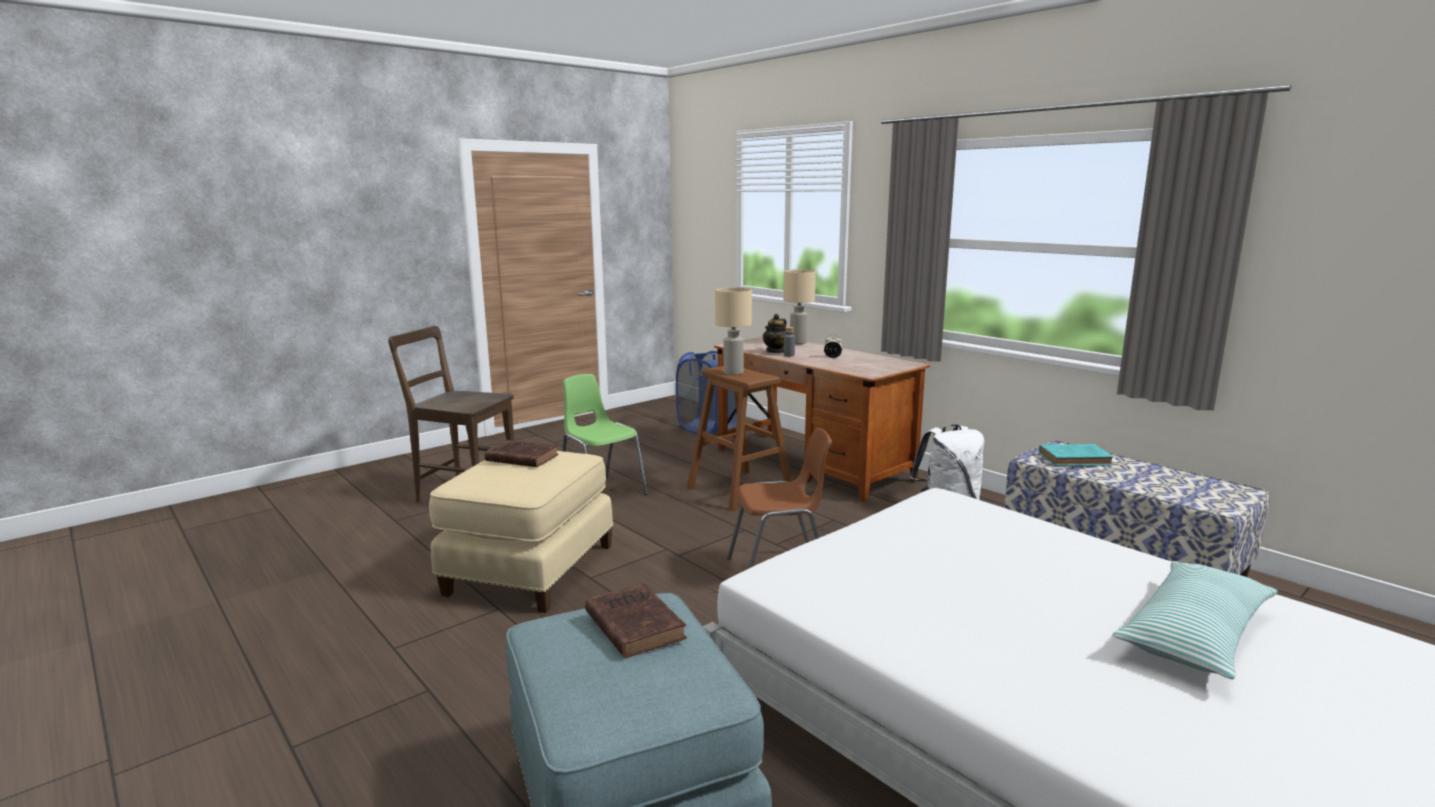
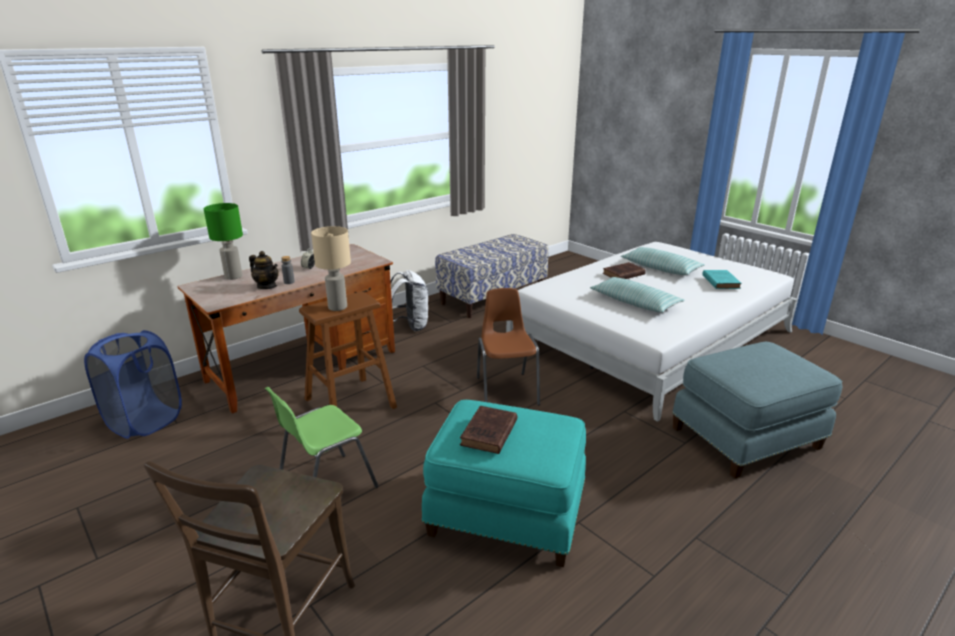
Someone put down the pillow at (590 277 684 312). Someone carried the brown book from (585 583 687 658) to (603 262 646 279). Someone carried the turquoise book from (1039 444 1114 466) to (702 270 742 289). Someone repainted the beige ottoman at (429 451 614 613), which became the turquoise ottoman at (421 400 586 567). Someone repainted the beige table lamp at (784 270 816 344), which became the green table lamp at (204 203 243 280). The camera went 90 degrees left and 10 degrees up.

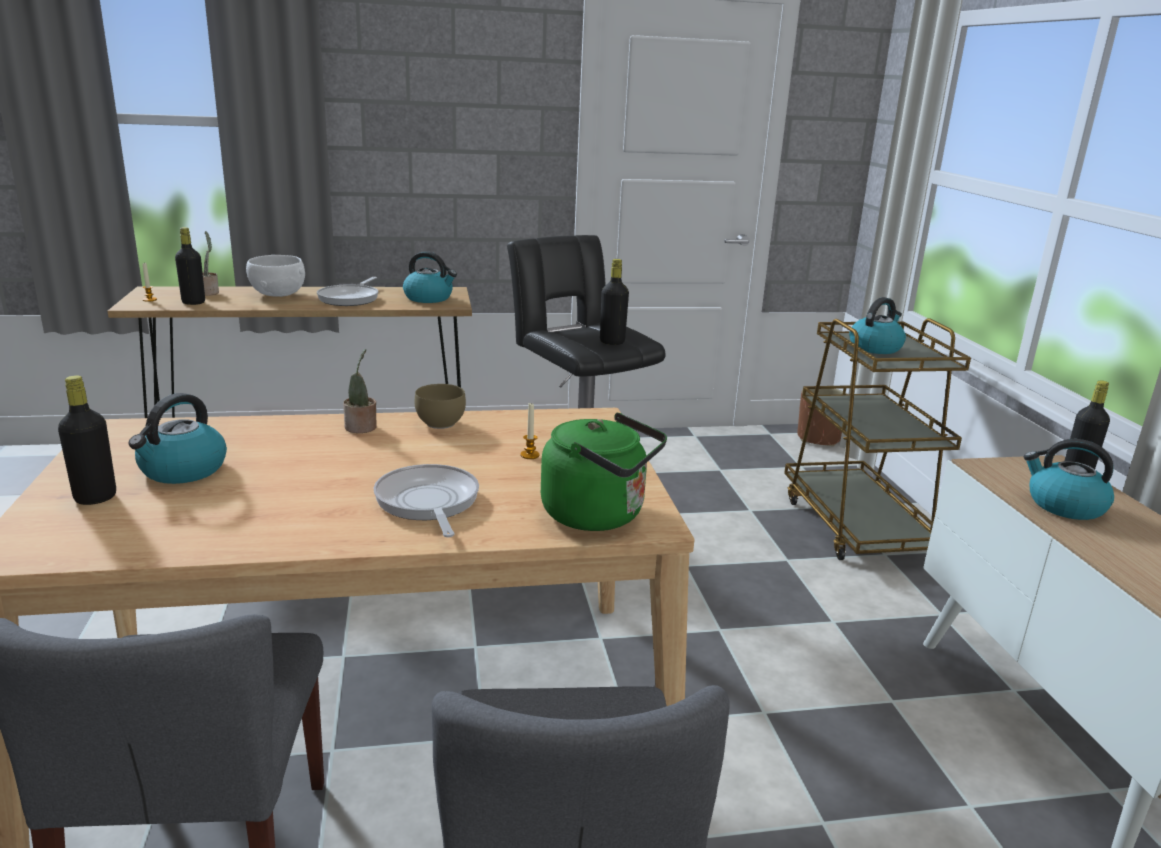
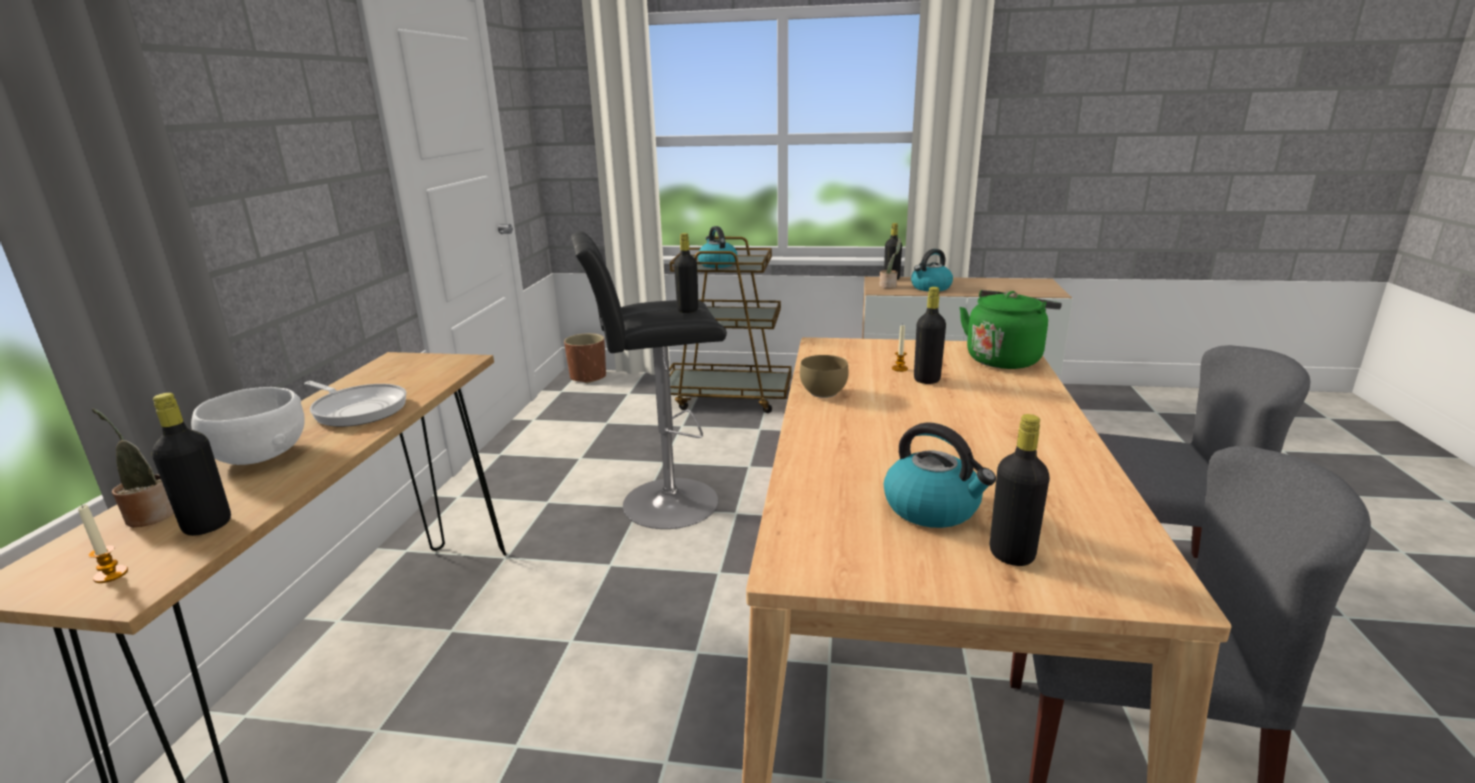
Someone took away the frying pan at (374 464 479 537). Someone took away the kettle at (403 251 457 303). Someone put down the black bottle at (914 287 946 384). Someone carried the potted plant from (343 349 377 433) to (879 238 901 289). The camera went 70 degrees left and 0 degrees up.

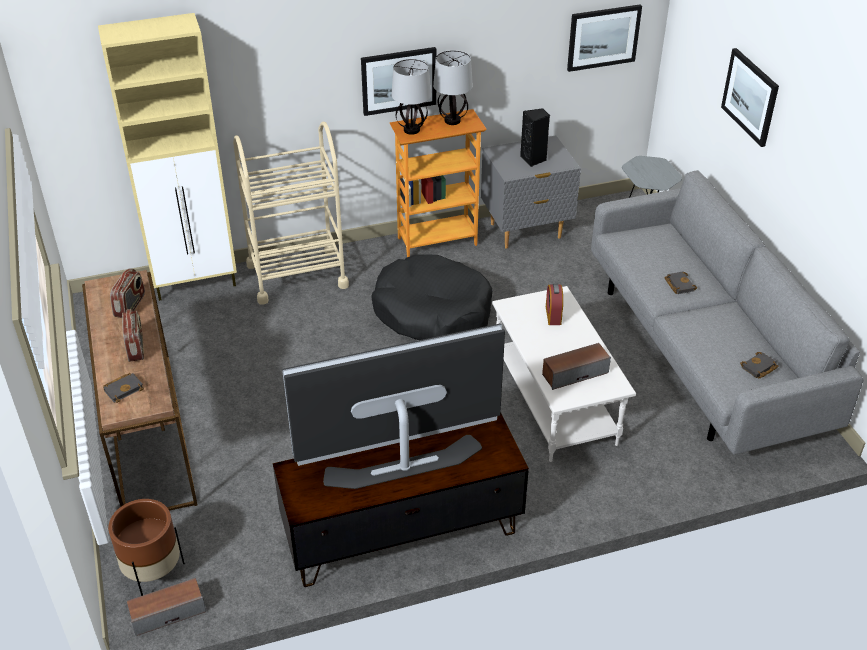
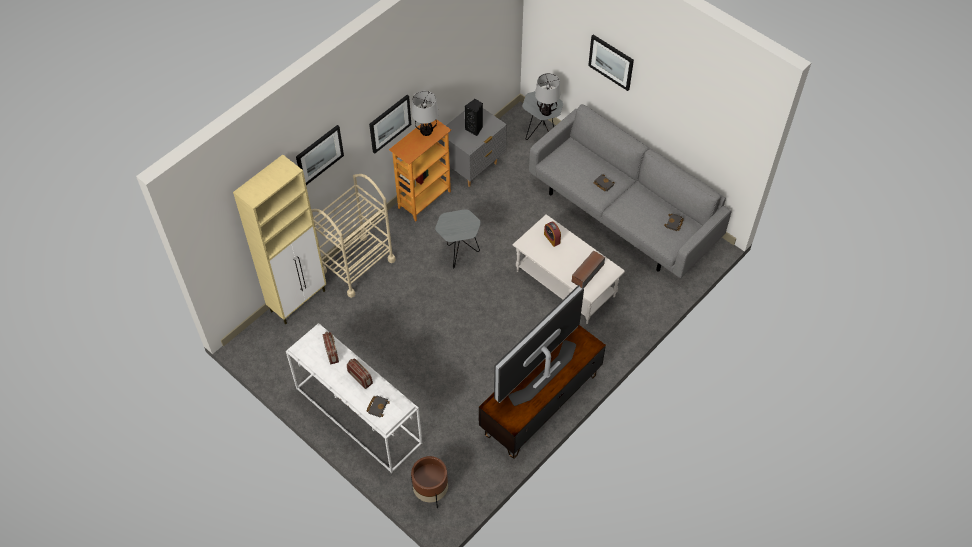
Someone took away the speaker at (127 578 206 636). Someone carried the table lamp from (391 59 431 135) to (535 73 560 116). Someone carried the picture from (567 4 642 72) to (296 125 344 185). Someone swapped the black dog bed at (371 254 493 340) for the grey side table at (435 209 481 269). Someone repainted the brown console table at (82 270 198 511), which became the white console table at (286 323 422 473). The camera went 30 degrees left and 15 degrees up.

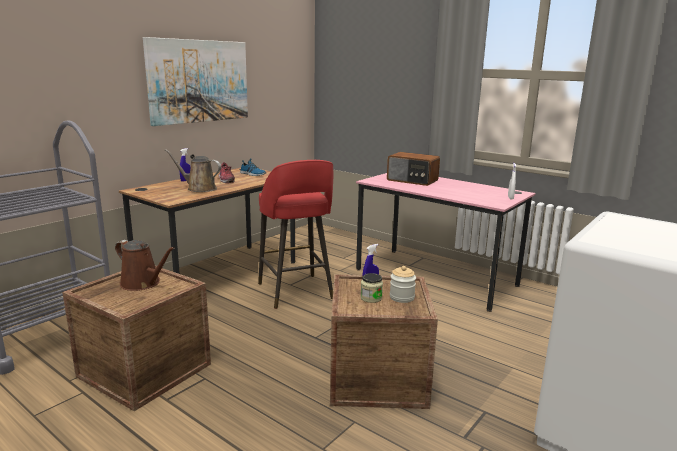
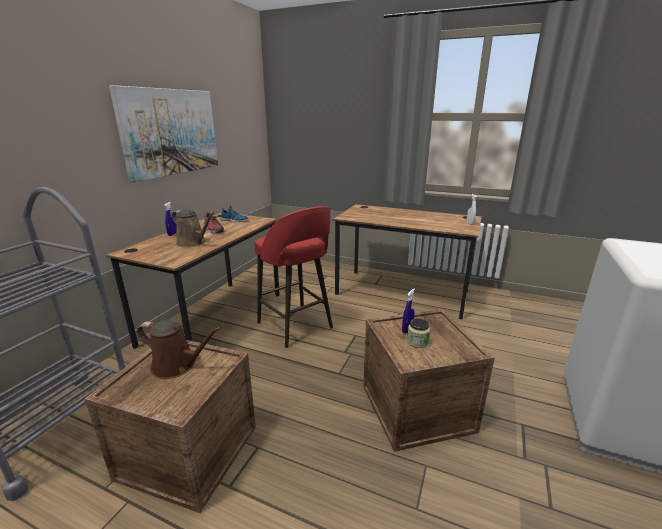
Someone took away the radio at (387 152 440 186). Someone took away the jar at (390 266 416 303). Someone repainted the pink desk at (356 173 535 312), which became the brown desk at (333 204 482 319). Someone rotated the brown watering can at (165 149 221 192) by 150 degrees counterclockwise. The camera went 15 degrees left and 5 degrees up.

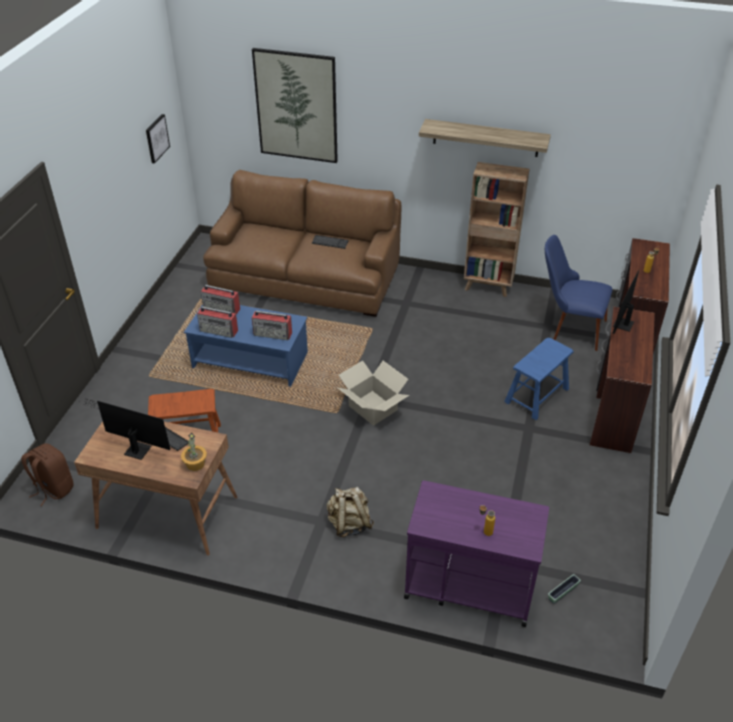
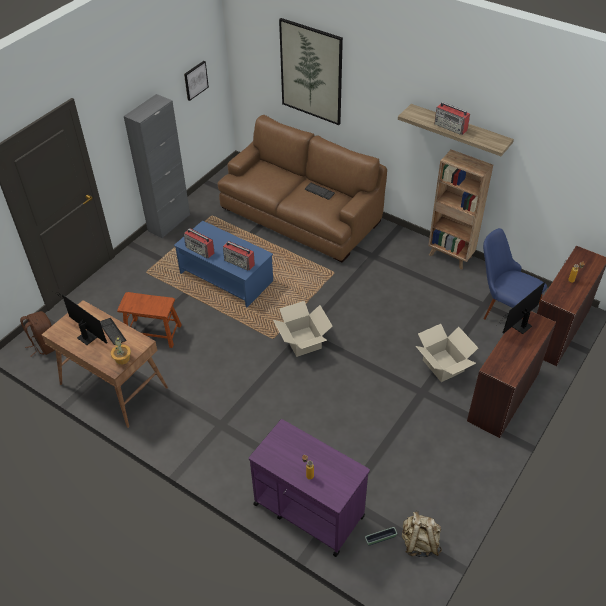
Someone put down the grey cabinet at (124 94 190 238). Someone carried the radio from (201 285 240 315) to (434 102 470 135). Someone carried the beige backpack from (327 487 374 537) to (402 511 442 557). Someone swapped the blue stool at (504 338 574 420) for the cardboard box at (416 324 478 382). The camera went 20 degrees right and 5 degrees up.

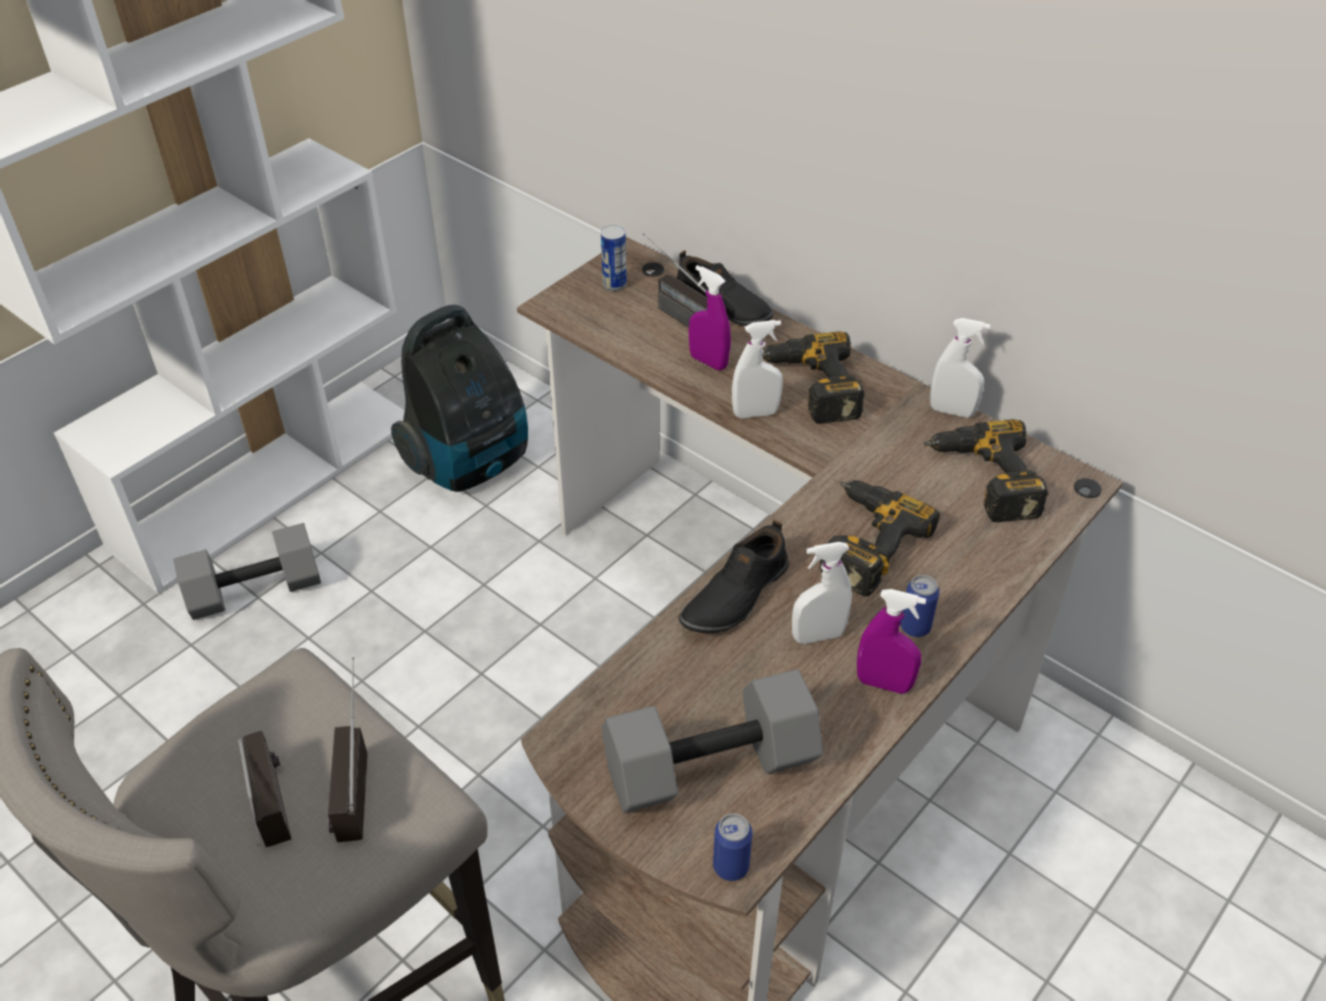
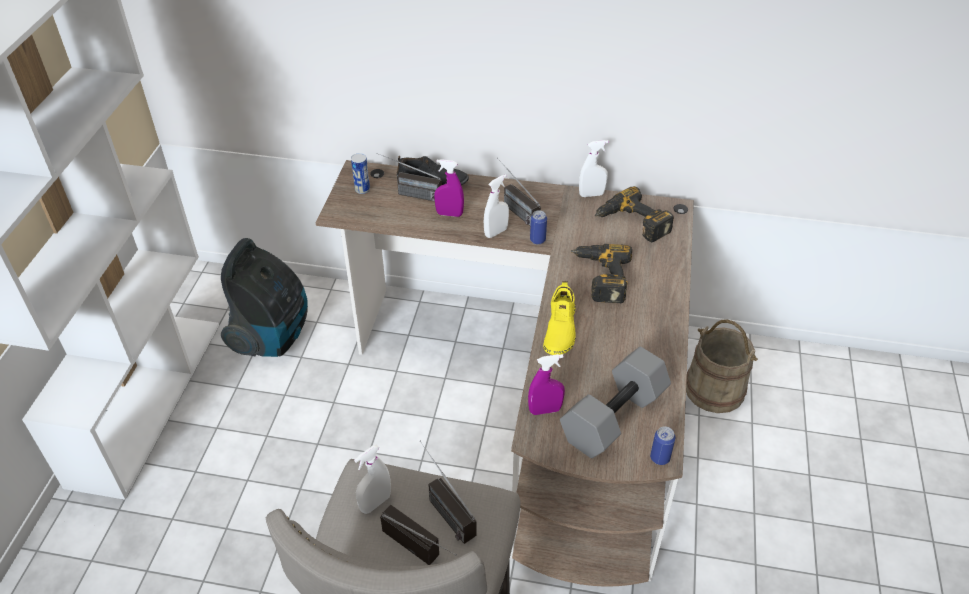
Someone took away the grey dumbbell at (173 523 321 620). Someone put down the beige bucket at (686 320 758 413). Someone carried the white spray bottle from (792 542 852 644) to (354 444 391 514). Someone carried the purple spray bottle from (857 589 926 694) to (528 354 565 415). Someone carried the can from (900 575 940 637) to (530 210 547 244). Someone swapped the power drill at (762 331 865 423) for the radio at (497 158 541 226). Someone repainted the black shoe at (679 520 789 633), which became the yellow shoe at (543 281 575 355). The camera went 30 degrees left and 0 degrees up.

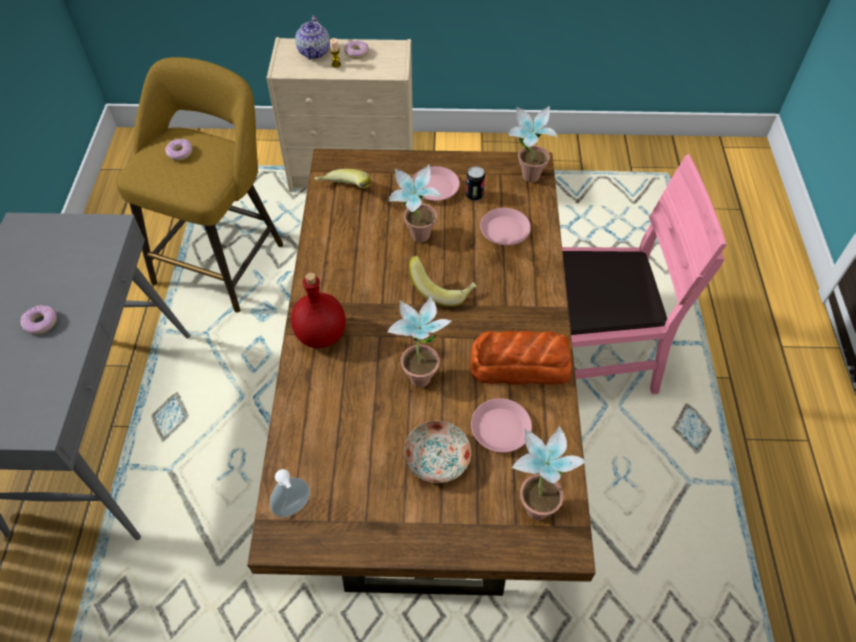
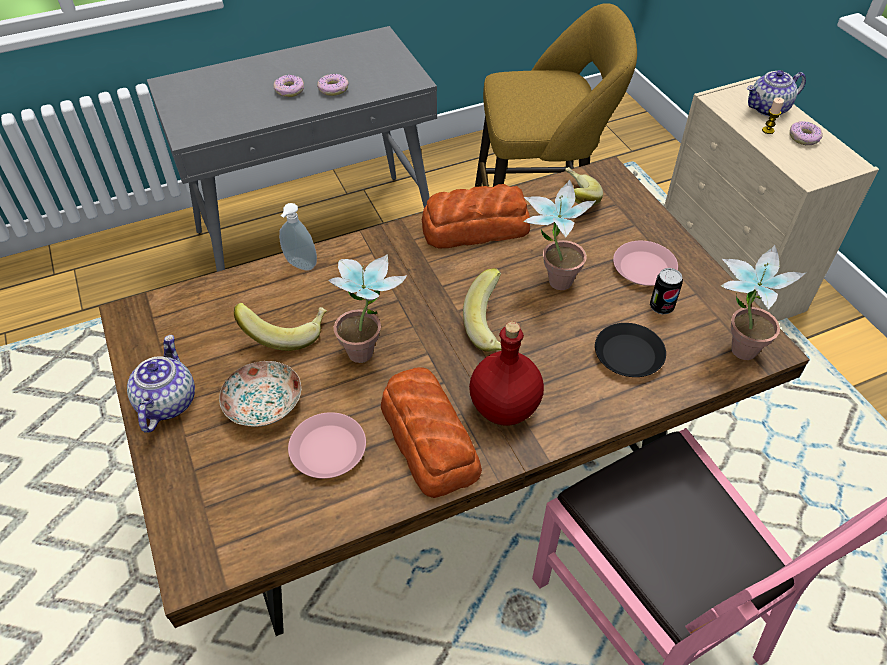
Someone took away the potted plant at (512 426 587 520). Someone put down the teapot at (127 335 195 433). Someone put down the banana at (234 303 327 351). Someone put down the bread at (422 184 530 248). Someone carried the donut from (165 139 192 161) to (317 74 349 96). Someone carried the soap dispenser from (270 469 310 518) to (279 203 317 271). Someone carried the red bottle from (291 272 346 348) to (469 322 544 426). Someone repainted the pink plate at (480 208 531 245), which became the black plate at (595 323 666 377). The camera went 65 degrees right and 5 degrees down.

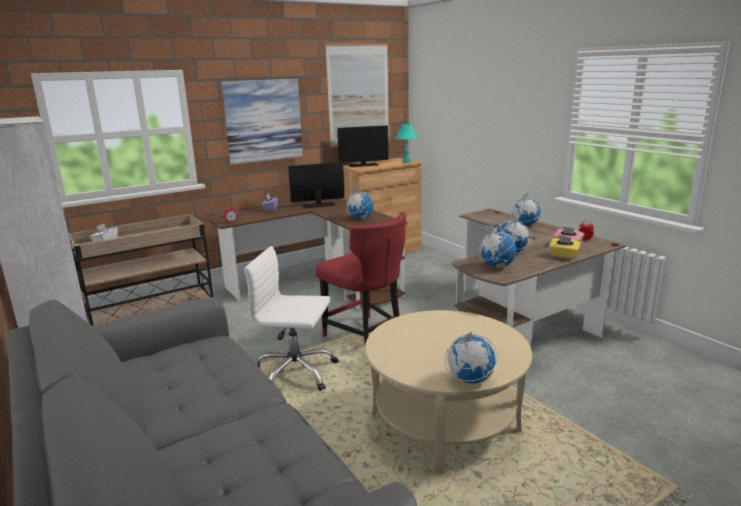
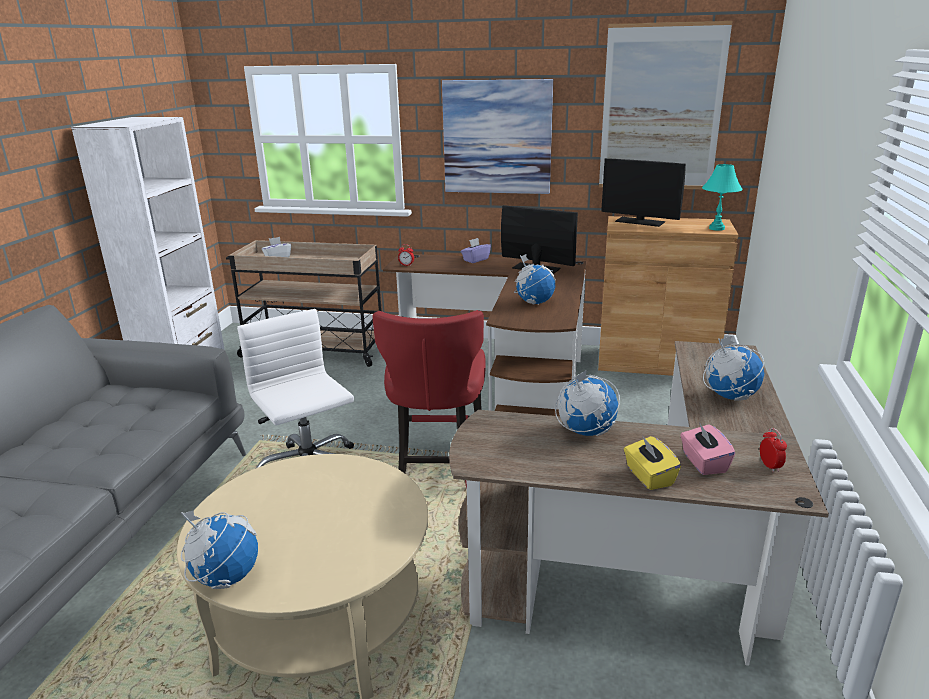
Someone took away the globe at (479 224 516 268). The camera went 45 degrees right and 5 degrees up.

